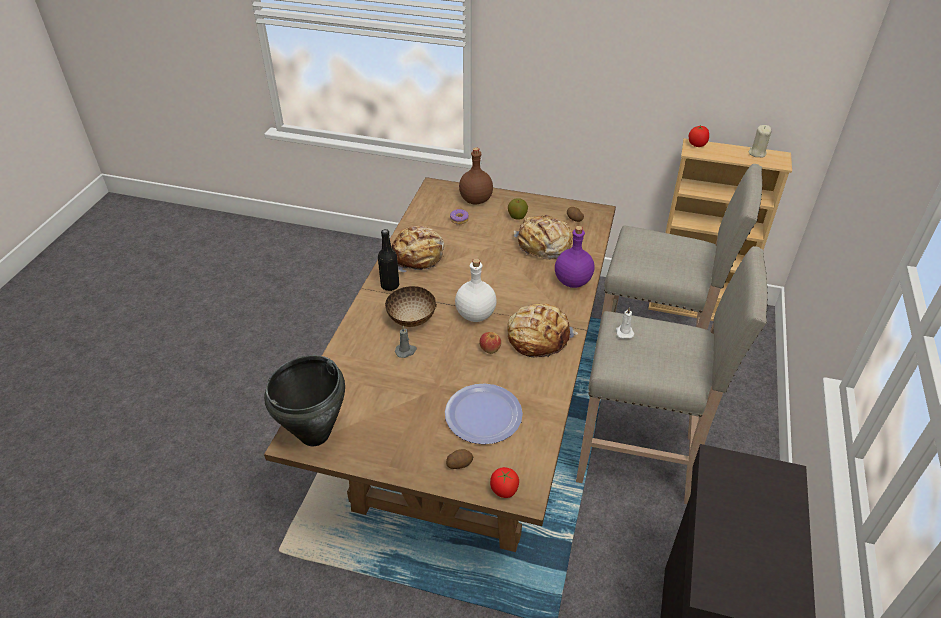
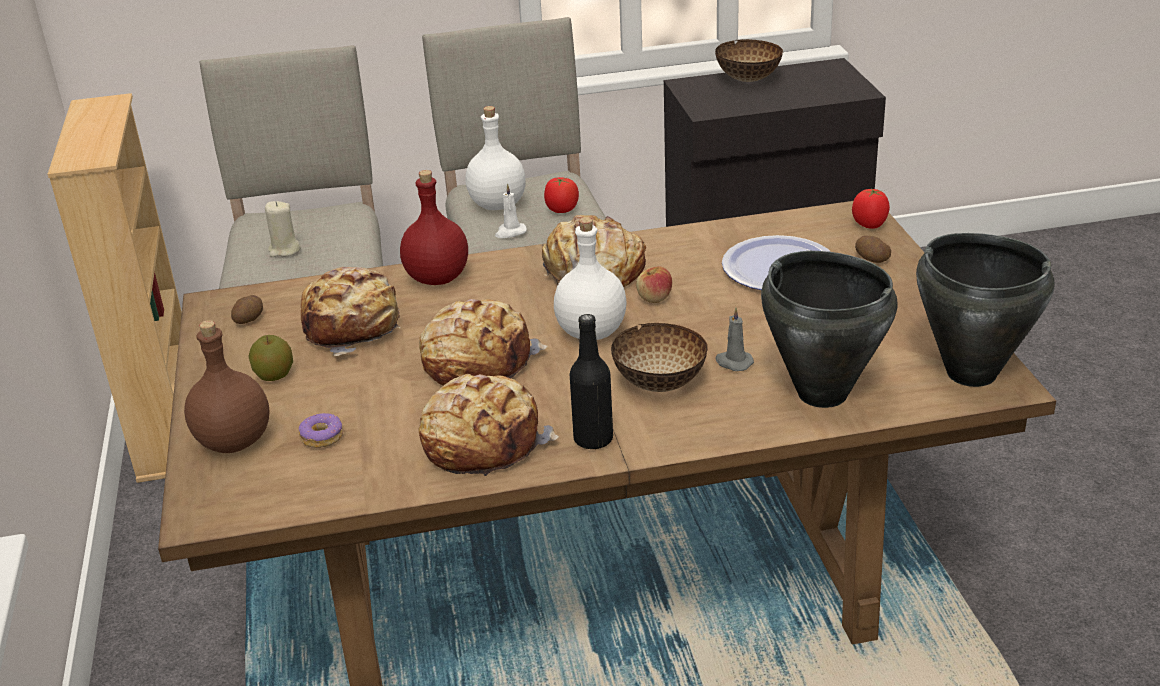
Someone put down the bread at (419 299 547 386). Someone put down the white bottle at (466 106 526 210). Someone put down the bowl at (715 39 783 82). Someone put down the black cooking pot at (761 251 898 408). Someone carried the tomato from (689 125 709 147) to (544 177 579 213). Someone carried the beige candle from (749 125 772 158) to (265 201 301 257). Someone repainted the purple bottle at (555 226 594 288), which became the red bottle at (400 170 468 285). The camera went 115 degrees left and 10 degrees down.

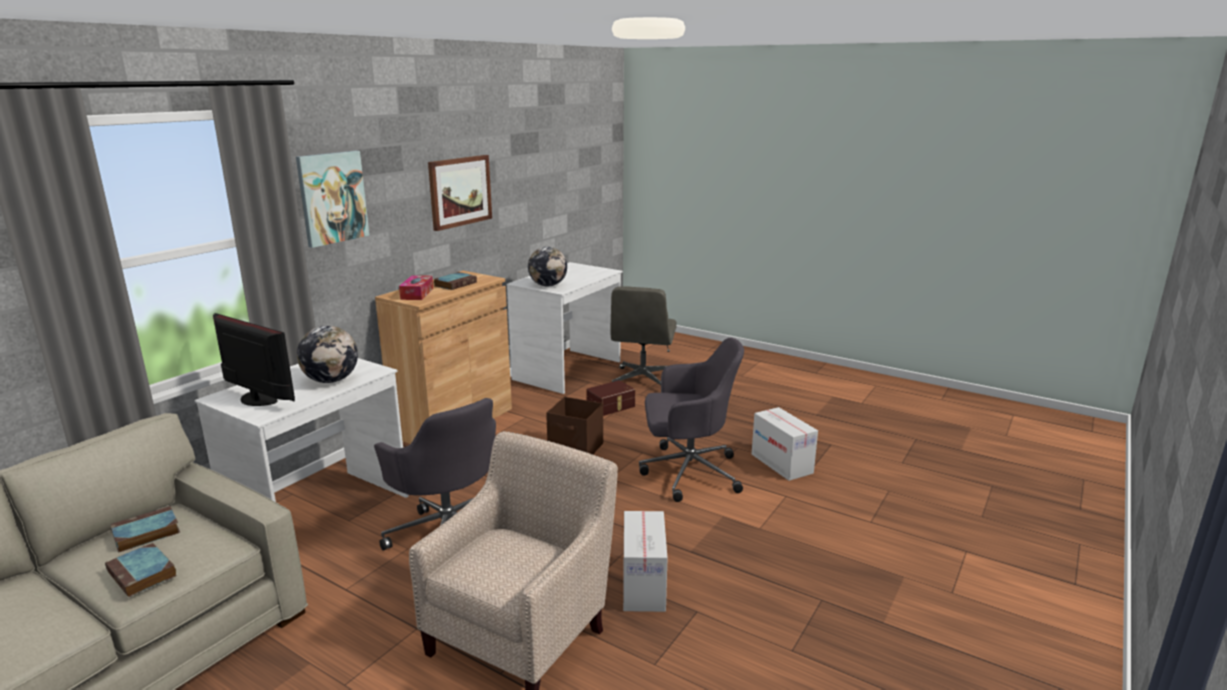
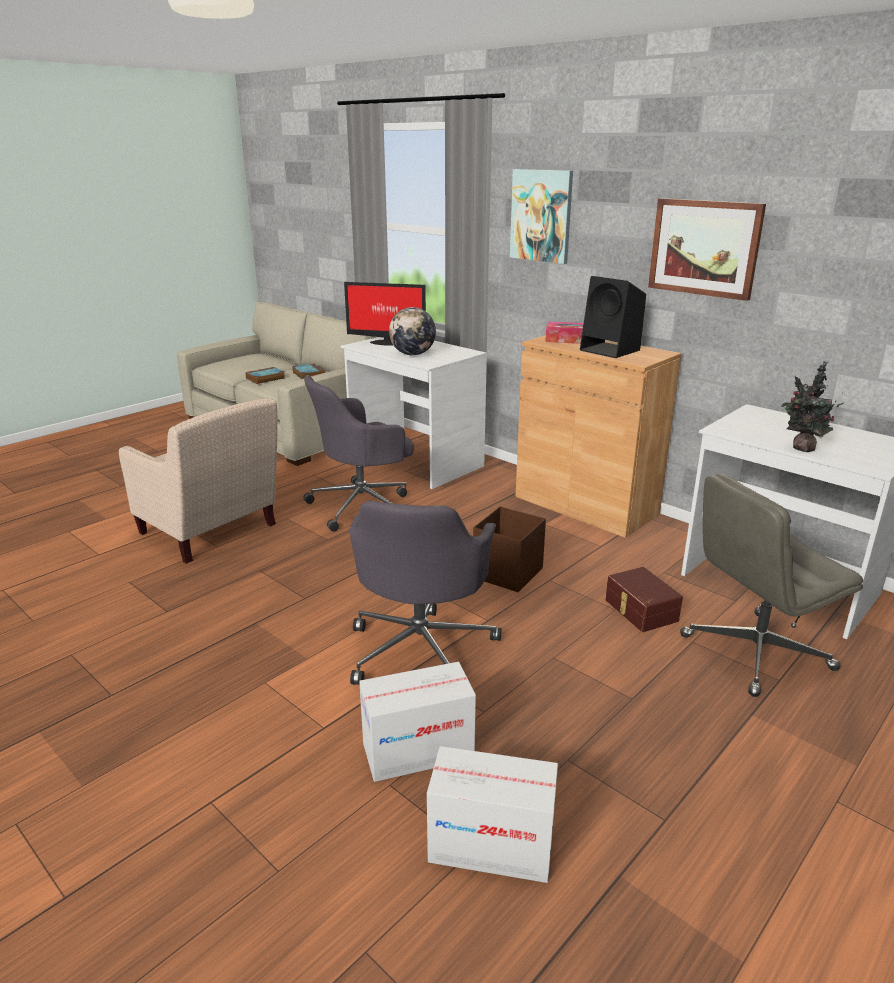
Someone took away the globe at (528 247 567 286). Someone put down the potted plant at (781 360 843 452). Someone carried the cardboard box from (623 511 667 612) to (427 746 558 883). Someone swapped the book at (434 272 477 290) for the black speaker at (580 276 646 358). Someone rotated the monitor at (213 313 295 406) by 60 degrees clockwise. Someone rotated the grey office chair at (611 286 677 385) by 45 degrees counterclockwise. The camera went 100 degrees right and 5 degrees up.

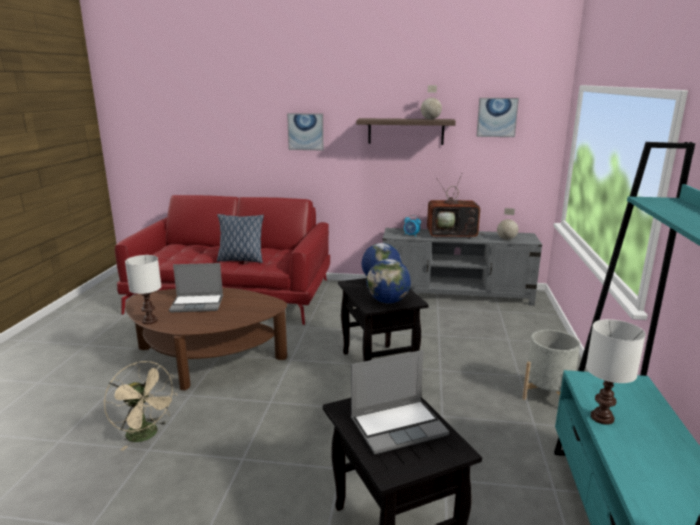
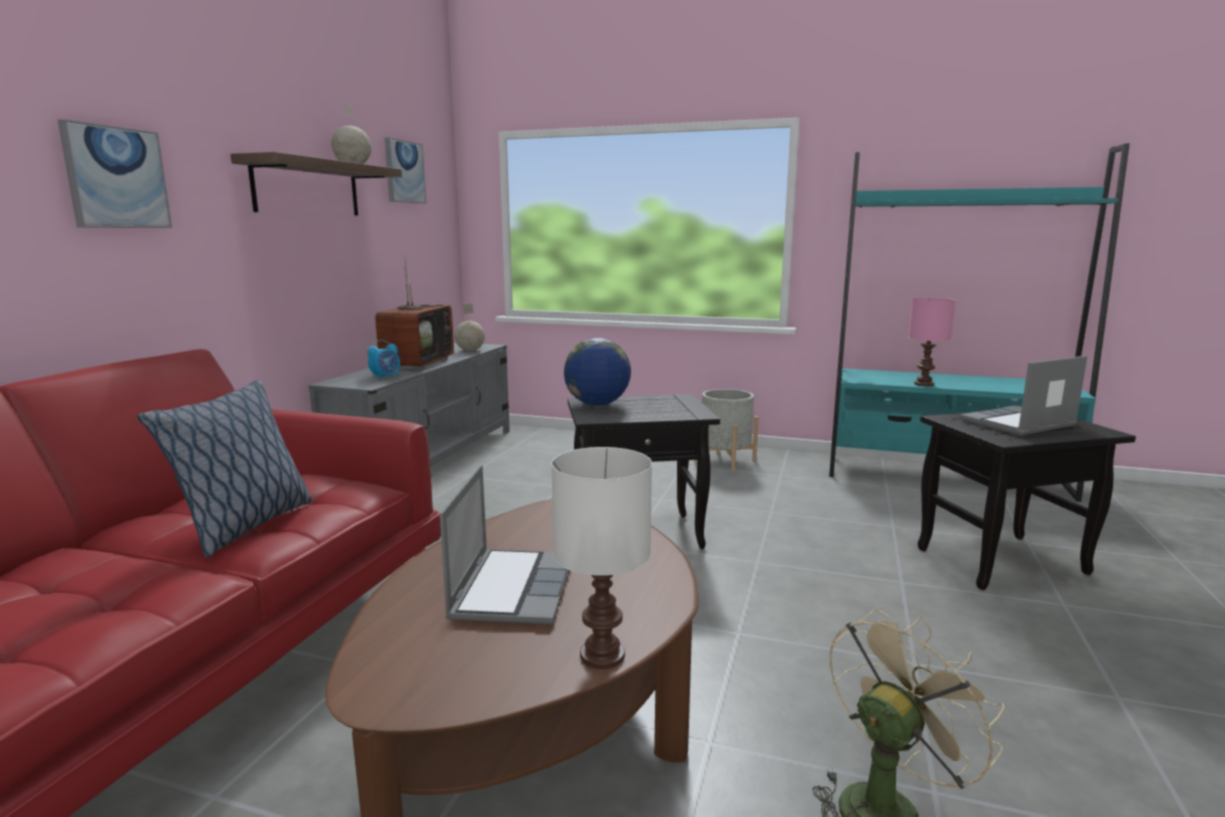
Someone took away the globe at (366 259 411 304). Someone repainted the white table lamp at (586 319 646 425), which became the pink table lamp at (908 298 956 386). Someone rotated the laptop at (351 350 449 454) by 105 degrees counterclockwise. The camera went 80 degrees left and 5 degrees down.

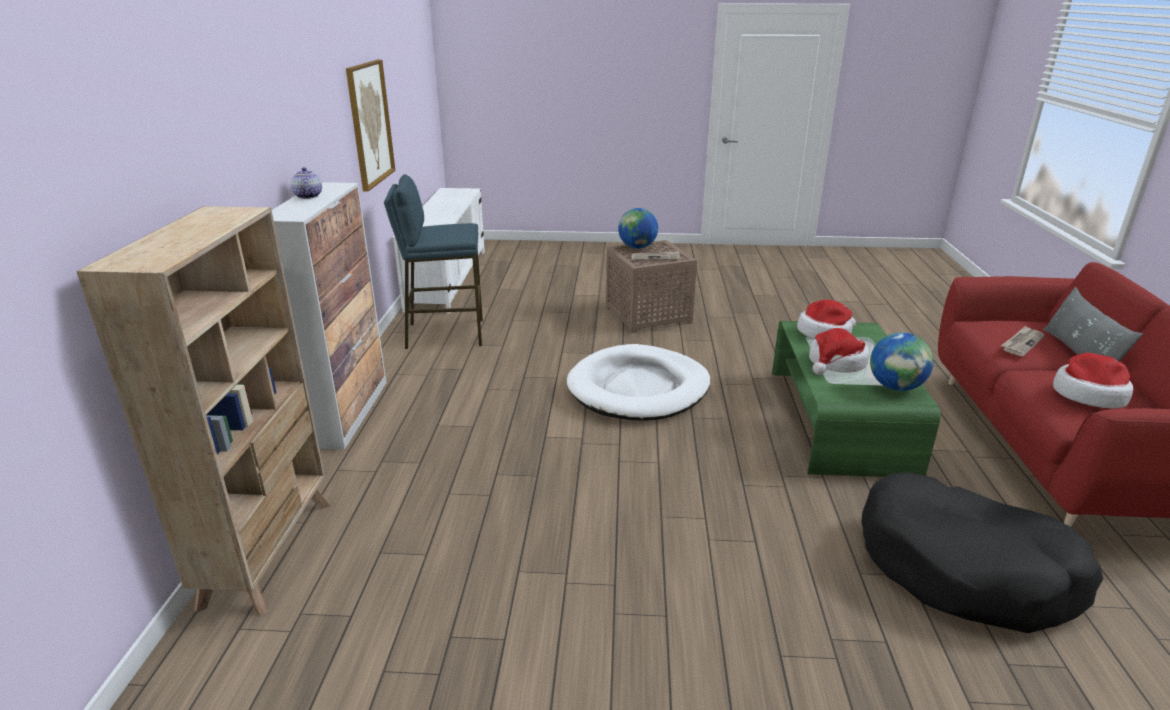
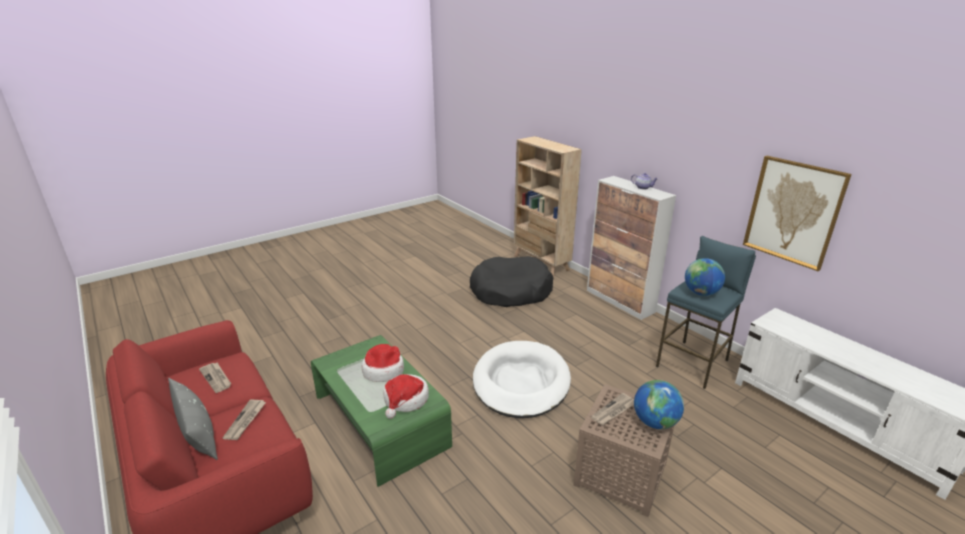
Someone carried the black dog bed from (861 472 1103 633) to (470 256 553 307). Someone carried the globe from (870 332 934 391) to (685 258 725 296). Someone swapped the hat at (1053 353 1133 409) for the newspaper at (199 362 231 393). The camera went 140 degrees right and 0 degrees up.

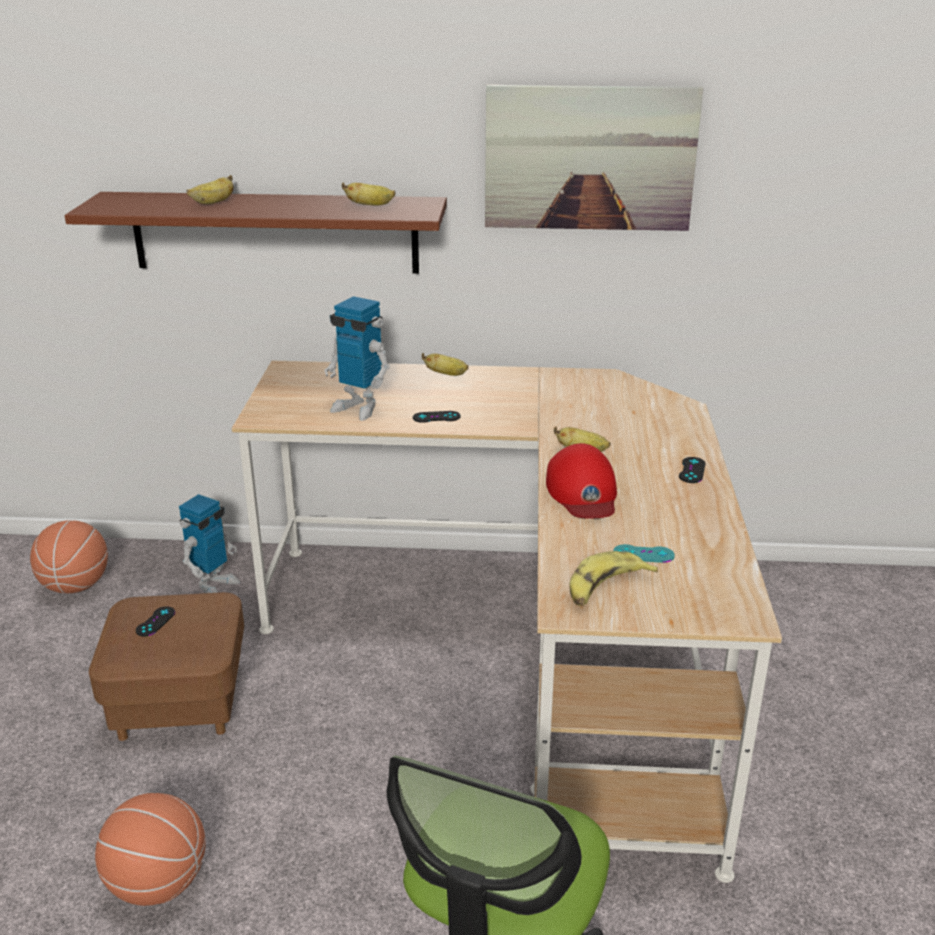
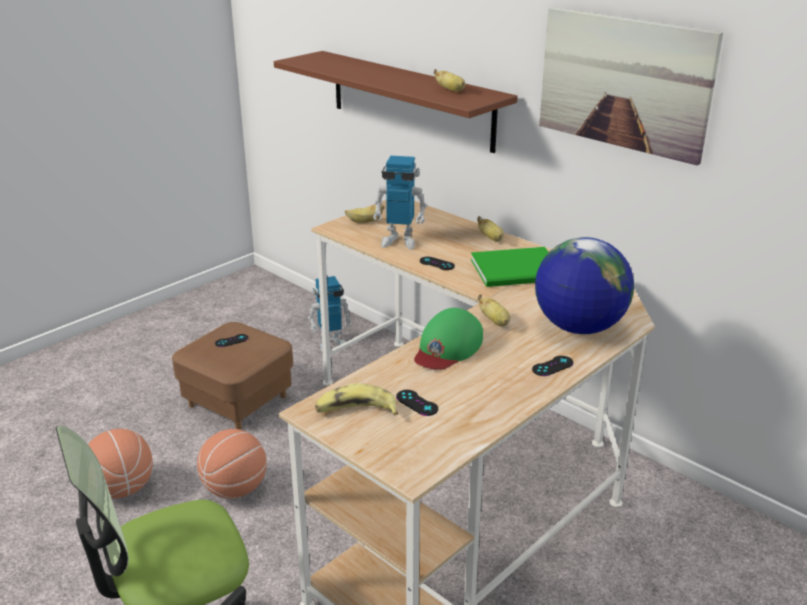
Someone put down the green book at (471 247 549 287). Someone put down the globe at (535 237 634 334). Someone carried the basketball from (30 520 108 593) to (197 429 267 499). Someone carried the banana from (186 175 234 204) to (345 205 385 223). Someone repainted the red cap at (546 443 617 519), which became the green cap at (414 308 483 370). Someone repainted the turquoise game controller at (613 544 675 563), which became the black game controller at (396 390 438 416). Someone rotated the toy robot at (324 296 390 421) by 60 degrees counterclockwise. The camera went 40 degrees right and 0 degrees up.

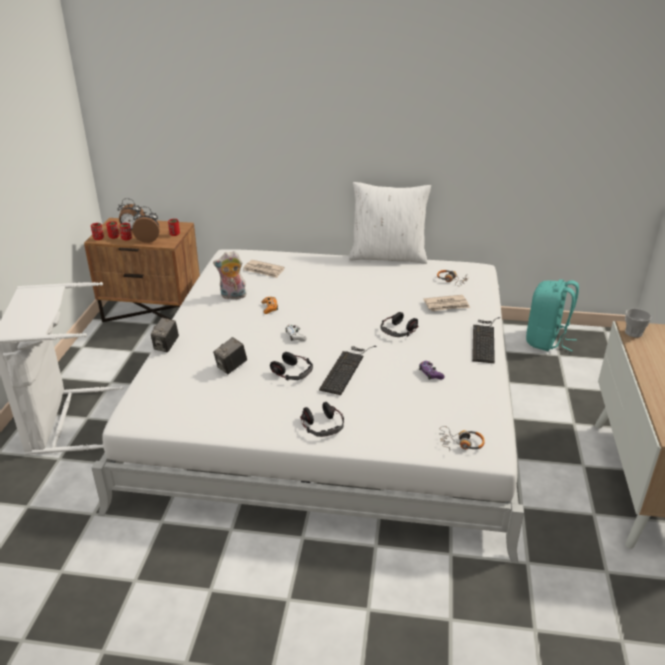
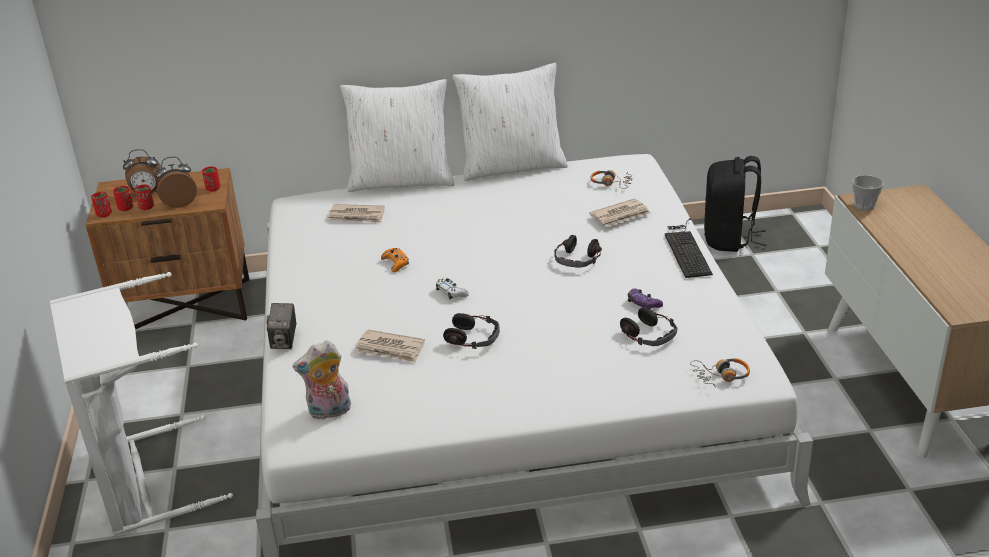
Someone took away the keyboard at (319 346 377 395). Someone put down the white pillow at (340 79 454 192). Someone carried the plush toy from (213 251 247 299) to (293 340 351 420). Someone carried the headphones from (300 402 344 437) to (620 307 677 346). Someone swapped the photo camera at (213 337 247 374) for the newspaper at (355 329 425 363). Someone repainted the turquoise backpack at (526 279 579 351), which became the black backpack at (704 156 766 252). The camera went 15 degrees left and 0 degrees up.

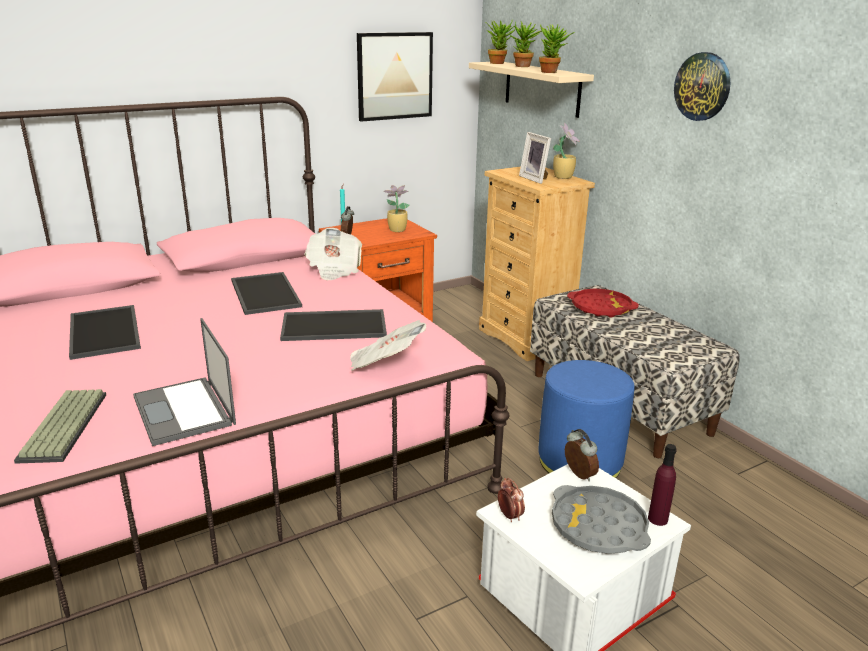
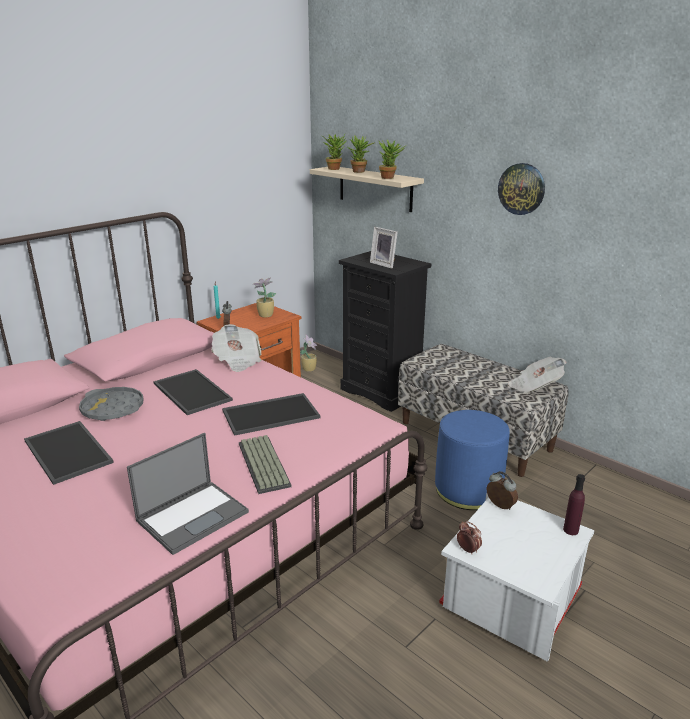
Someone took away the picture at (357 32 433 122). Someone took away the red tray at (567 289 639 317). Someone carried the keyboard from (14 389 106 464) to (239 435 292 494). Someone carried the newspaper from (350 320 426 371) to (508 357 567 394). Someone carried the grey tray from (552 485 651 554) to (79 387 143 421). Someone carried the potted plant from (553 123 580 179) to (300 334 317 372). Someone repainted the beige dresser at (479 167 595 361), which became the black dresser at (339 251 431 412). Someone rotated the laptop at (133 318 236 446) by 90 degrees counterclockwise. The camera went 15 degrees left and 0 degrees up.

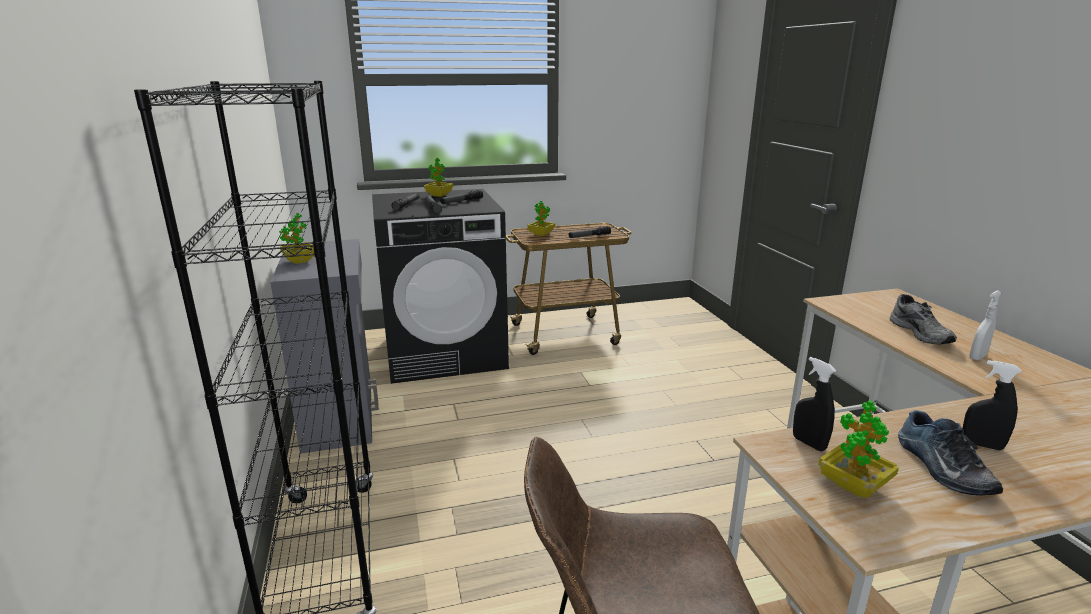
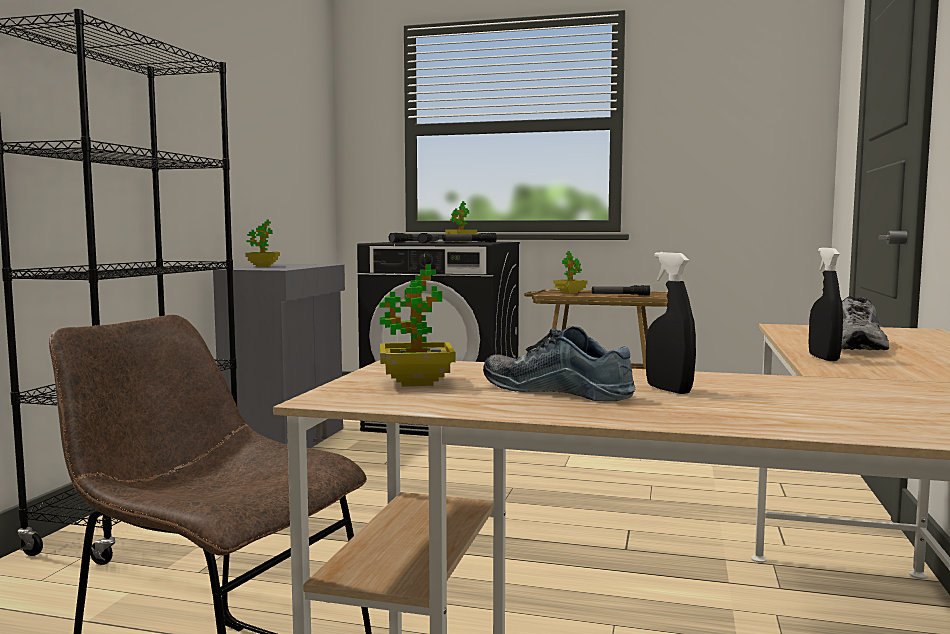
Someone took away the white spray bottle at (969 290 1001 360). Someone carried the black spray bottle from (793 357 836 451) to (809 247 843 361). Someone rotated the shoe at (898 410 1003 495) by 105 degrees clockwise. The camera went 30 degrees right and 15 degrees down.

